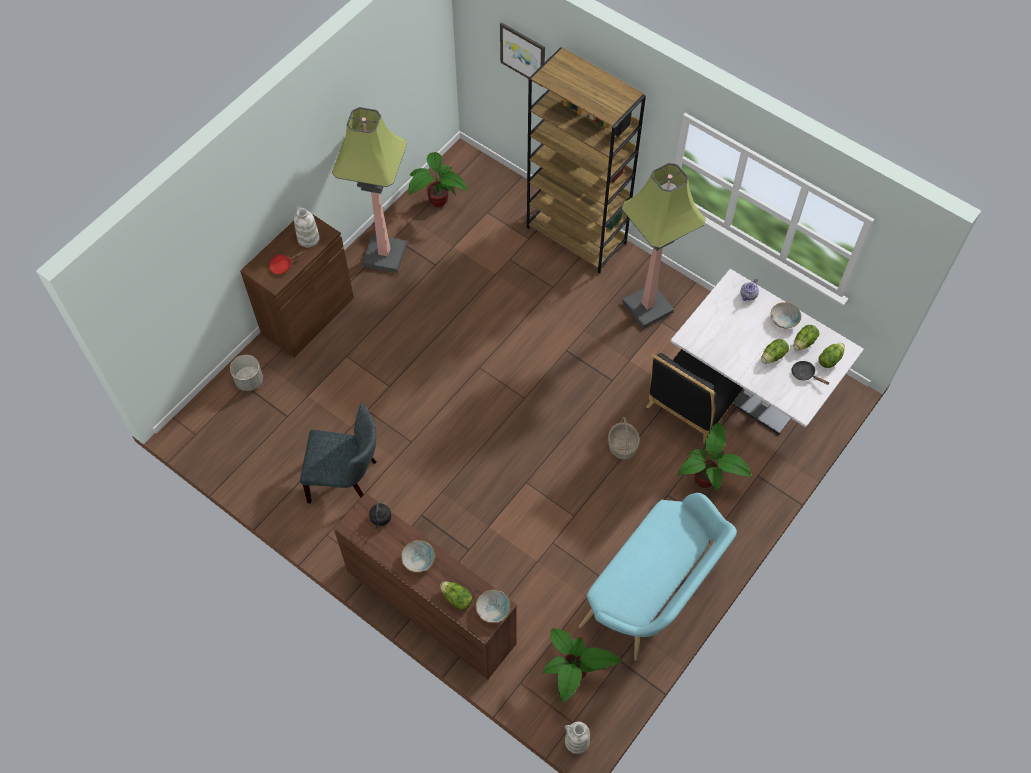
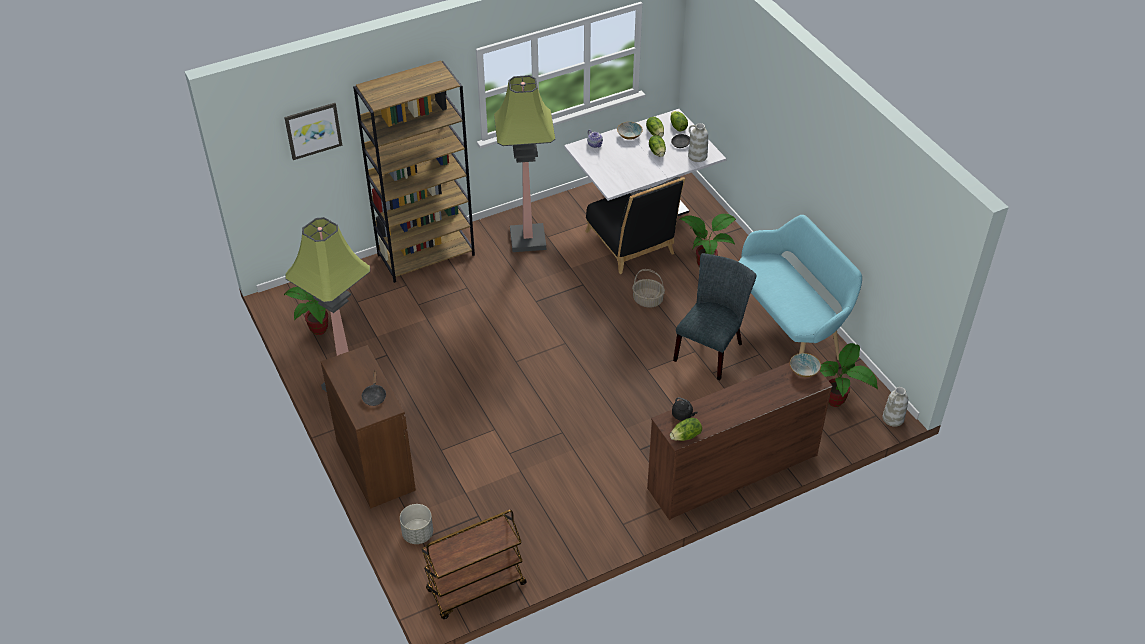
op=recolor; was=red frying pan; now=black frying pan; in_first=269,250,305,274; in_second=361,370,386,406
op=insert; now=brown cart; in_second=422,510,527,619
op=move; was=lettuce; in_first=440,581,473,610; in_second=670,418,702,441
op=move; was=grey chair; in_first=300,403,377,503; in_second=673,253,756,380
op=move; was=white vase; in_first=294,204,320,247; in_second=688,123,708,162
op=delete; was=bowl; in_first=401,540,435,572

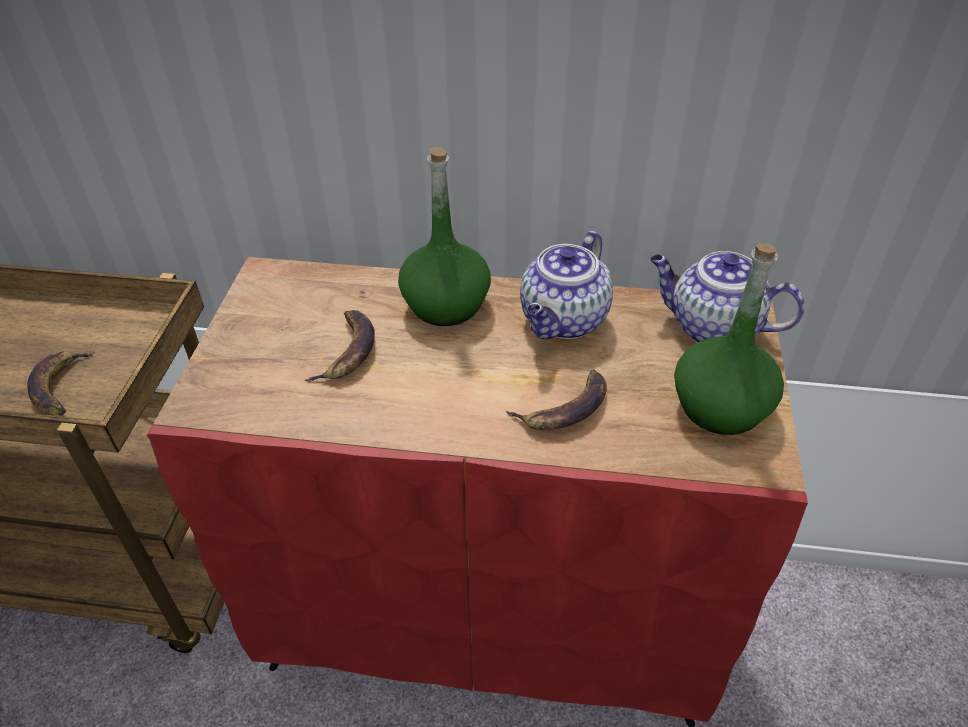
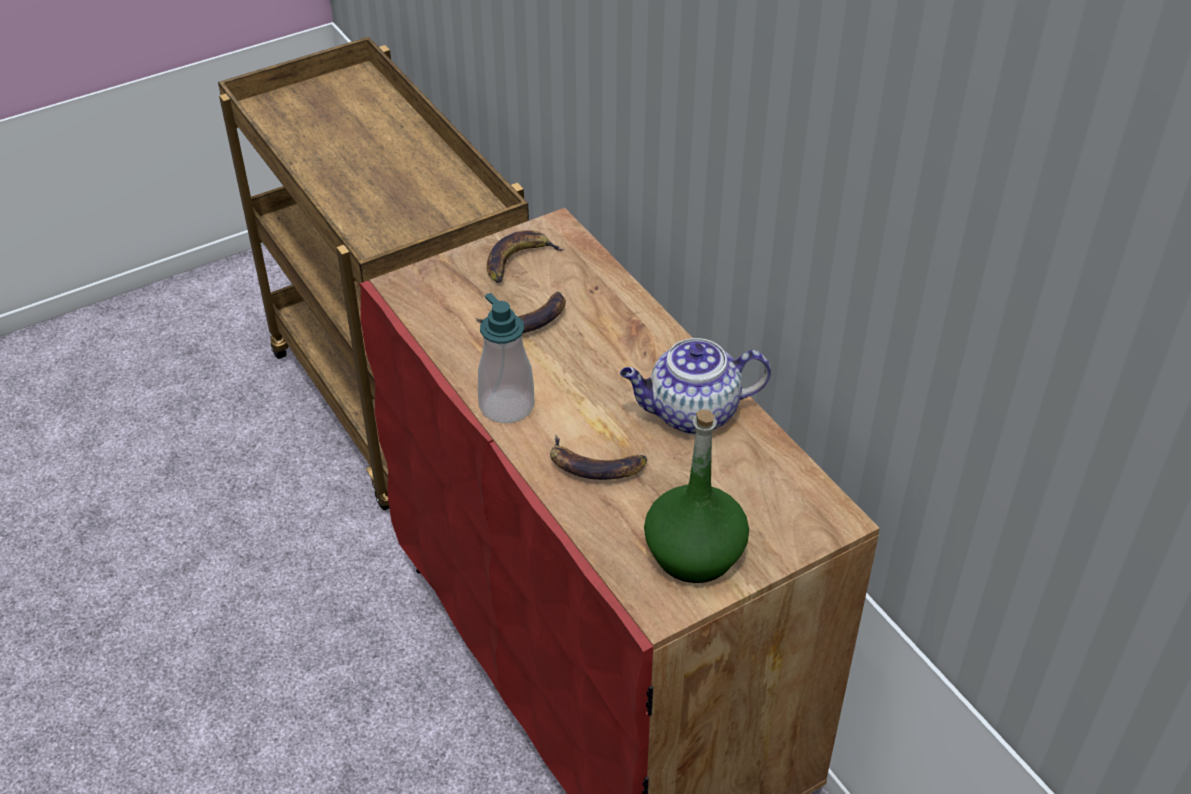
op=insert; now=soap dispenser; in_second=478,293,534,423
op=move; was=banana; in_first=27,351,95,416; in_second=487,230,565,283
op=delete; was=green bottle; in_first=398,147,491,326
op=delete; was=teapot; in_first=650,251,805,343

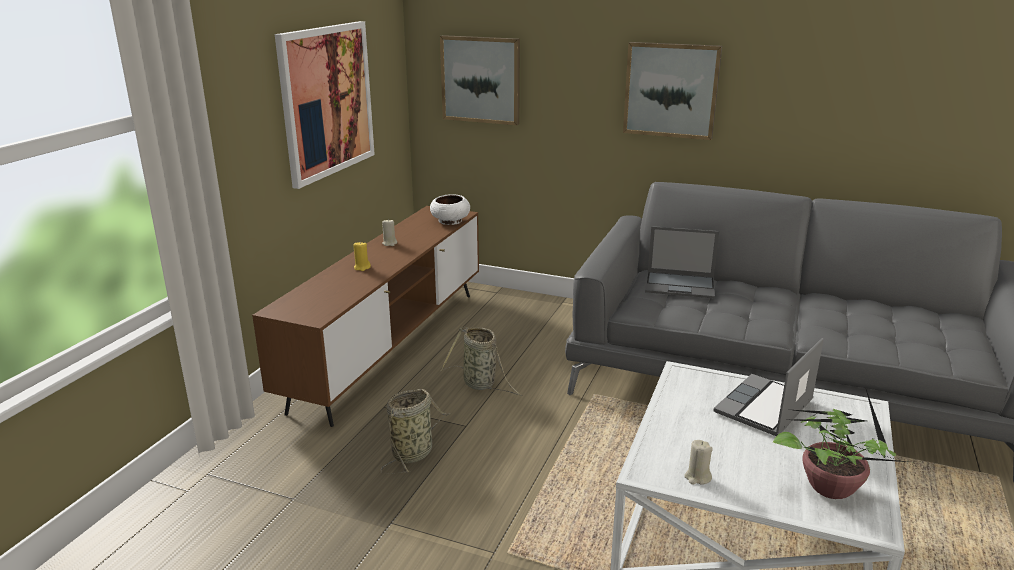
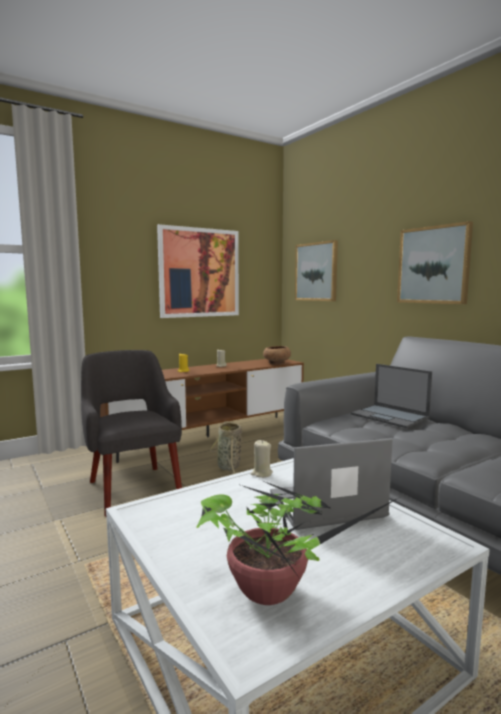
op=replace; was=basket; now=grey armchair; in_first=381,389,451,474; in_second=81,350,182,517
op=move; was=beige candle; in_first=684,440,713,485; in_second=251,440,273,478
op=recolor; was=white bowl; now=brown bowl; in_first=430,194,470,225; in_second=263,346,291,365

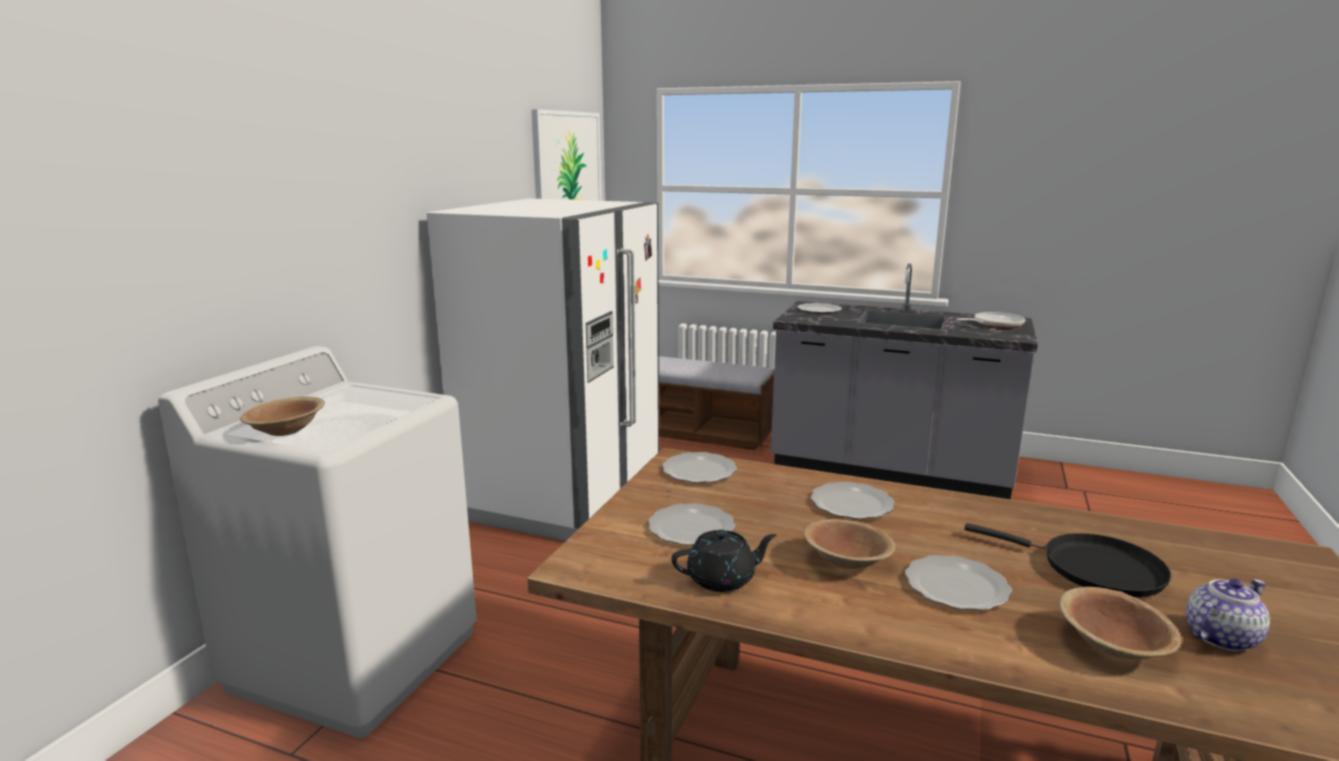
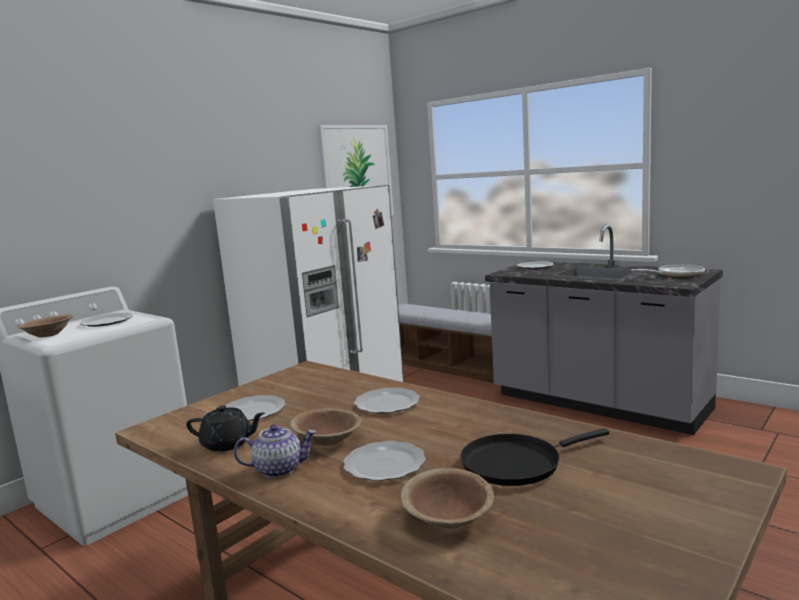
op=move; was=plate; in_first=662,452,737,483; in_second=79,313,133,327
op=move; was=teapot; in_first=1186,579,1270,651; in_second=234,424,317,478
op=rotate; was=black frying pan; in_first=964,523,1171,597; in_second=460,428,609,486; clockwise=105

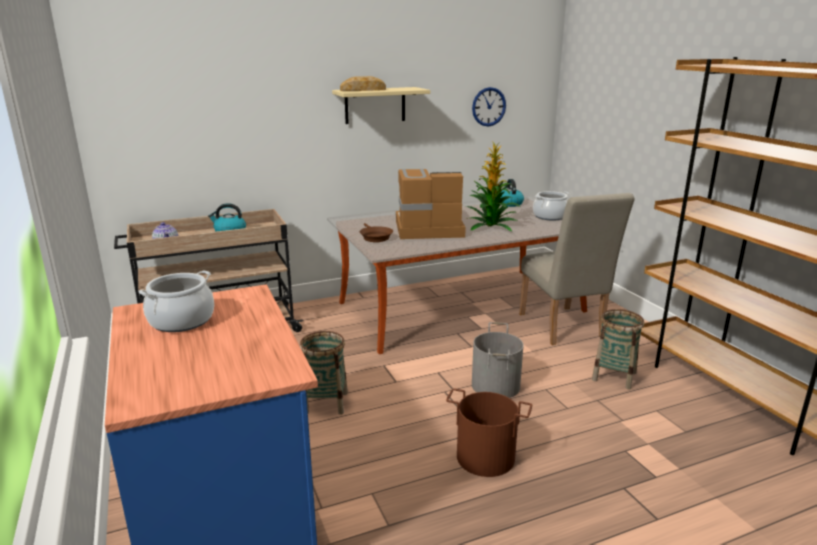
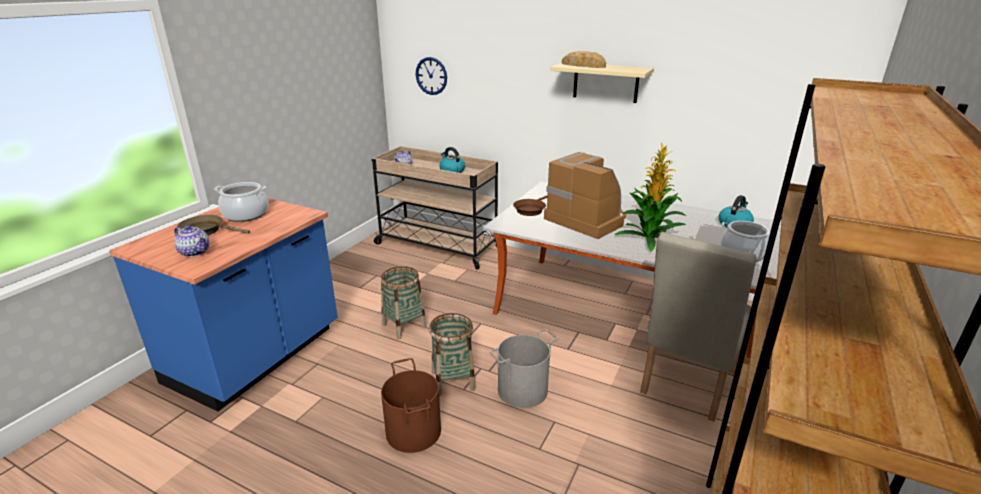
op=insert; now=teapot; in_second=174,225,210,257
op=insert; now=brown frying pan; in_second=177,215,250,235
op=move; was=wall clock; in_first=472,87,506,126; in_second=416,57,447,95
op=move; was=basket; in_first=592,309,644,389; in_second=429,313,475,396

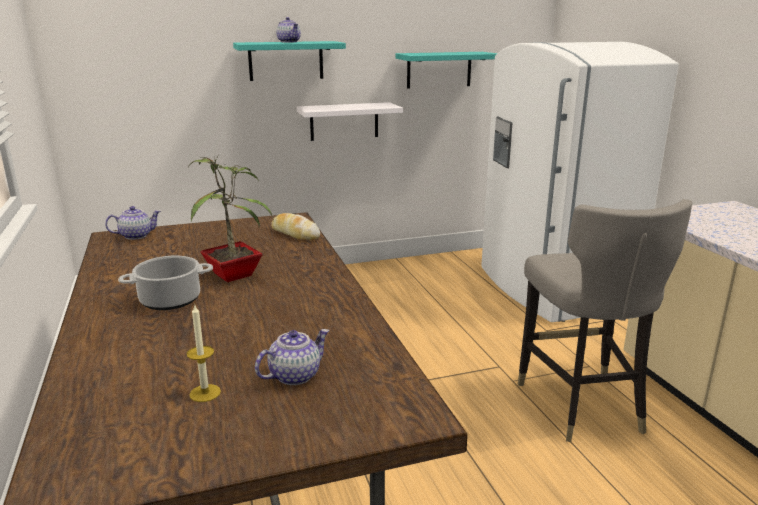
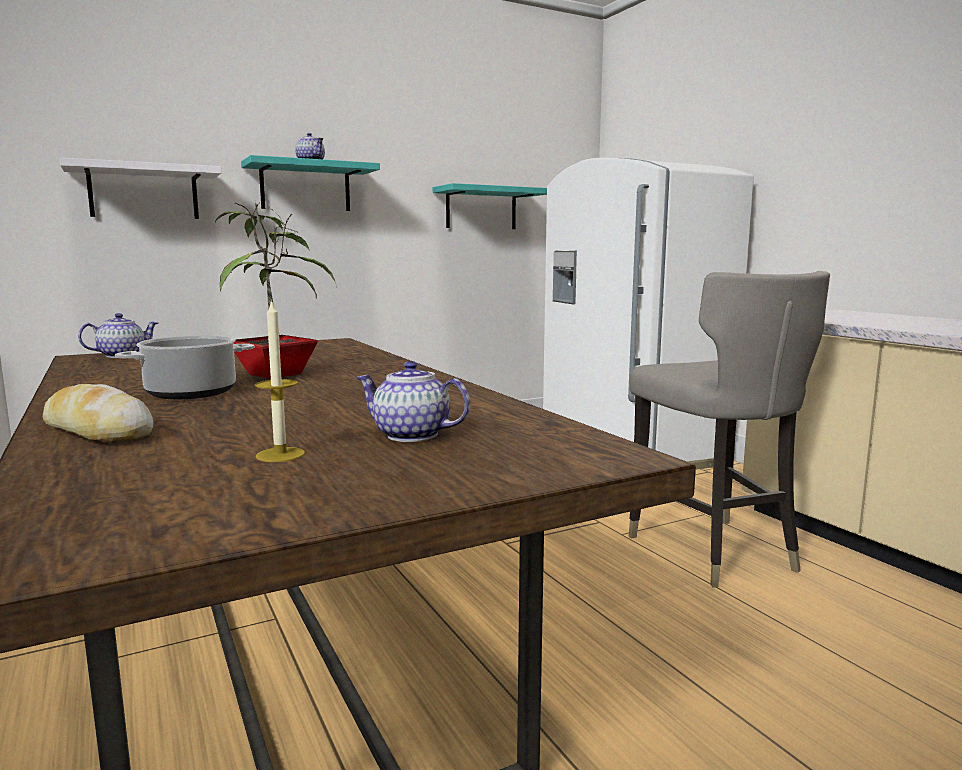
op=move; was=bread; in_first=271,213,320,240; in_second=43,384,154,442
op=move; was=white shelf; in_first=297,102,403,141; in_second=59,157,222,219
op=rotate; was=teapot; in_first=255,329,329,385; in_second=356,361,470,442; clockwise=-105

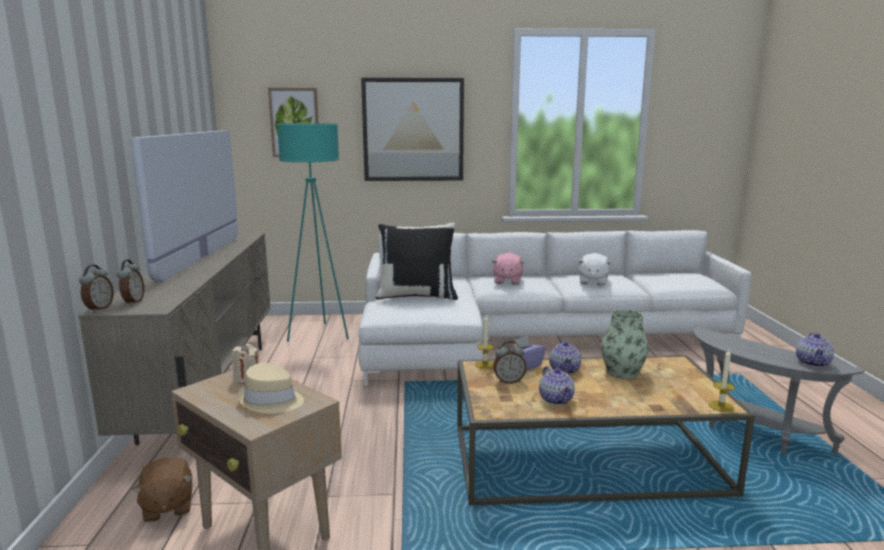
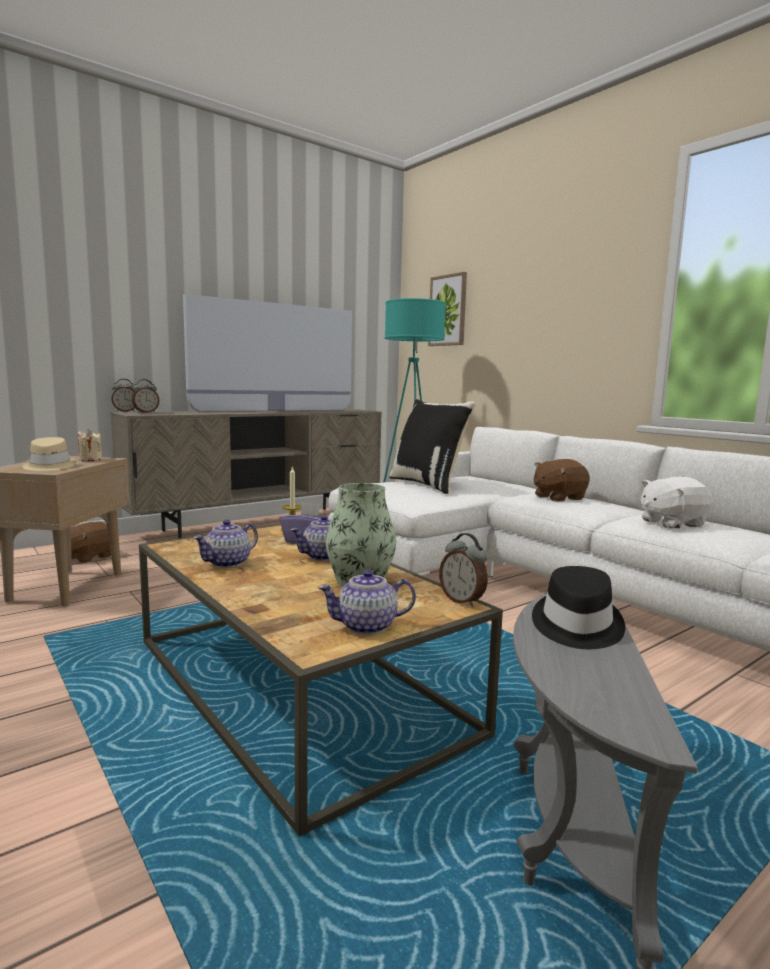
op=move; was=teapot; in_first=796,333,834,367; in_second=317,570,416,635
op=move; was=alarm clock; in_first=493,341,527,384; in_second=439,533,488,607
op=insert; now=black hat; in_second=532,566,625,649
op=recolor; was=pink plush toy; now=brown plush toy; in_first=492,252,524,285; in_second=534,459,590,502
op=delete; was=picture; in_first=361,78,464,181
op=delete; was=candle; in_first=709,349,735,412

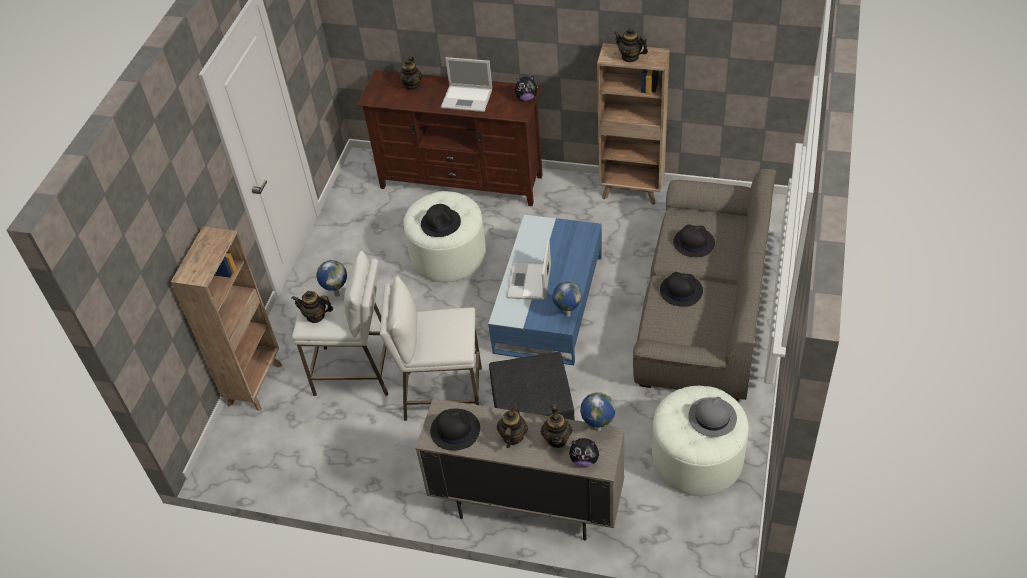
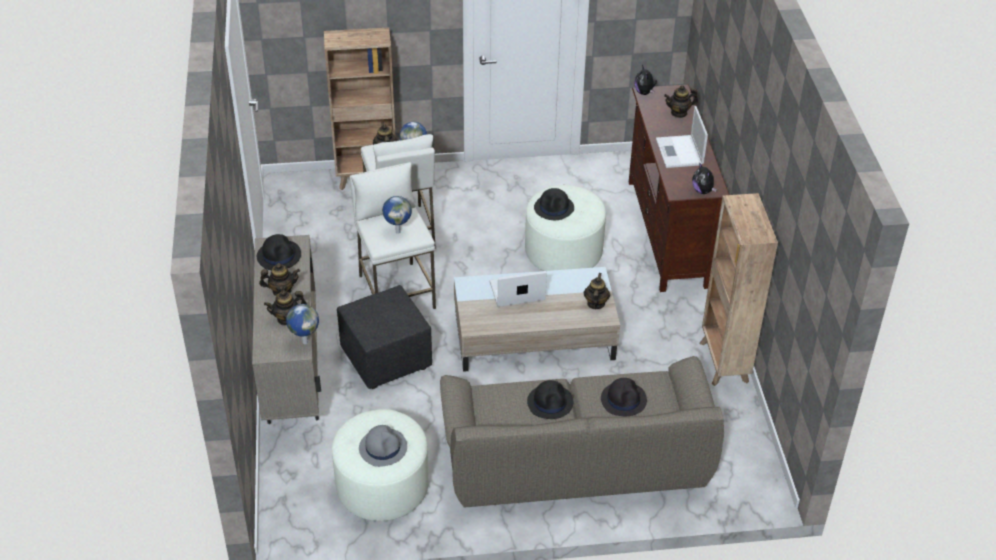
op=move; was=globe; in_first=552,281,582,317; in_second=382,196,412,234
op=recolor; was=blue coffee table; now=beige coffee table; in_first=488,215,602,365; in_second=454,267,620,372
op=move; was=teapot; in_first=614,28,648,62; in_second=584,273,610,309
op=move; was=plush toy; in_first=569,438,602,467; in_second=634,65,657,95

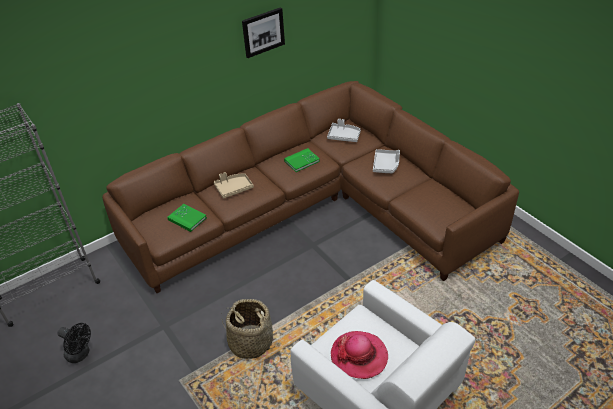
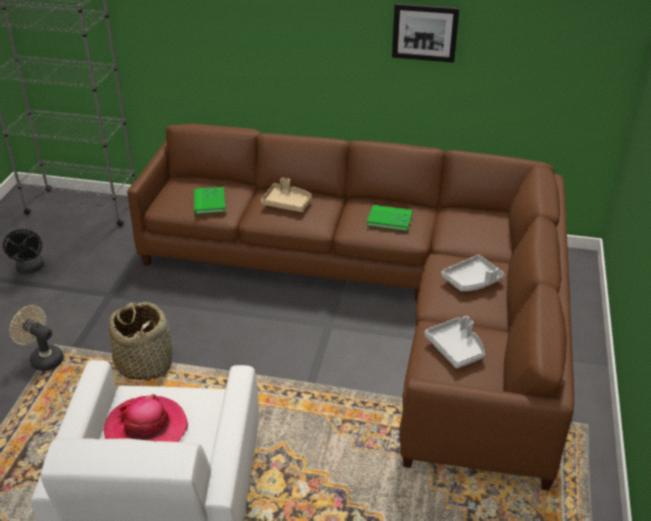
op=insert; now=beige fan; in_second=10,305,64,371
op=move; was=grey tray; in_first=327,119,361,142; in_second=425,316,485,369

